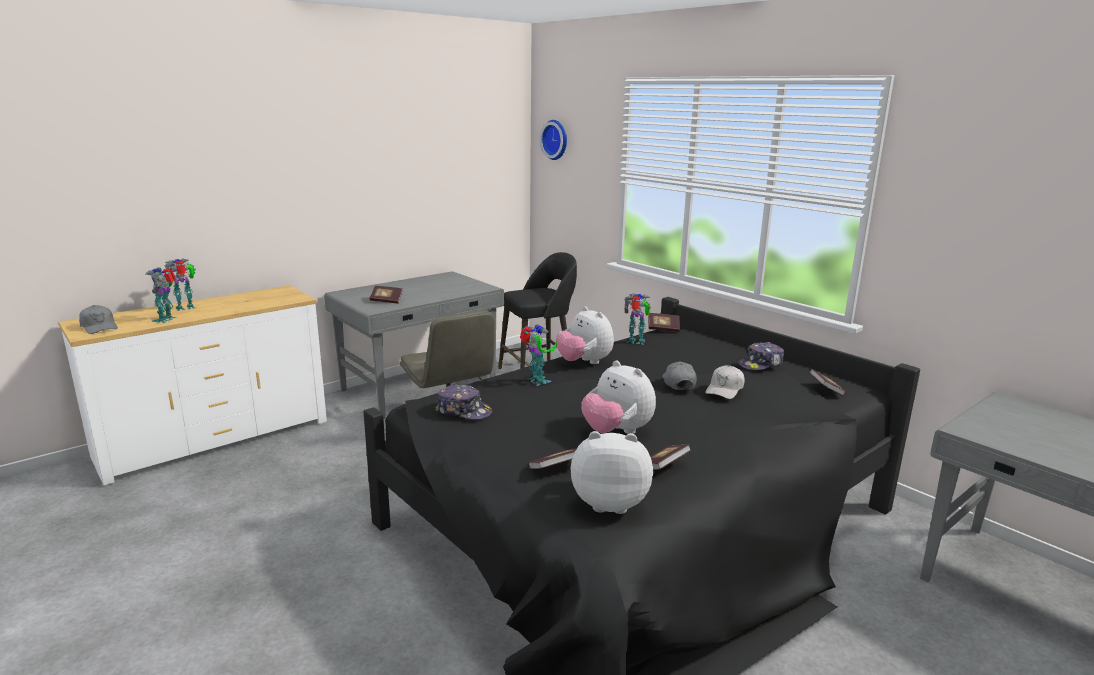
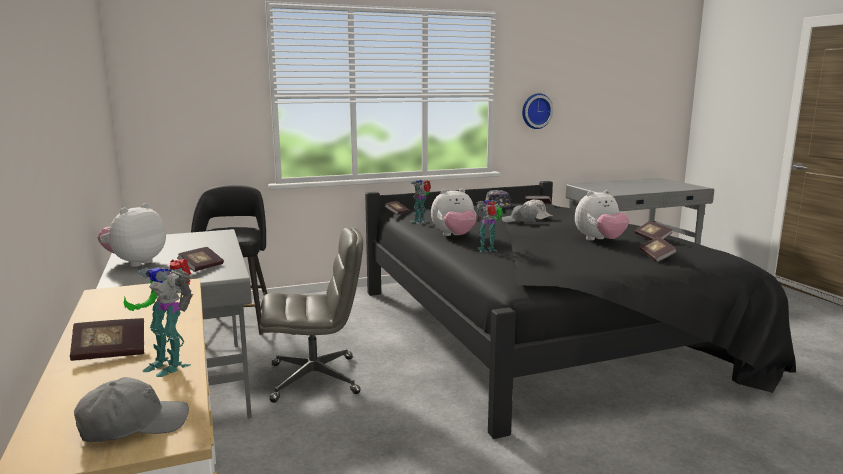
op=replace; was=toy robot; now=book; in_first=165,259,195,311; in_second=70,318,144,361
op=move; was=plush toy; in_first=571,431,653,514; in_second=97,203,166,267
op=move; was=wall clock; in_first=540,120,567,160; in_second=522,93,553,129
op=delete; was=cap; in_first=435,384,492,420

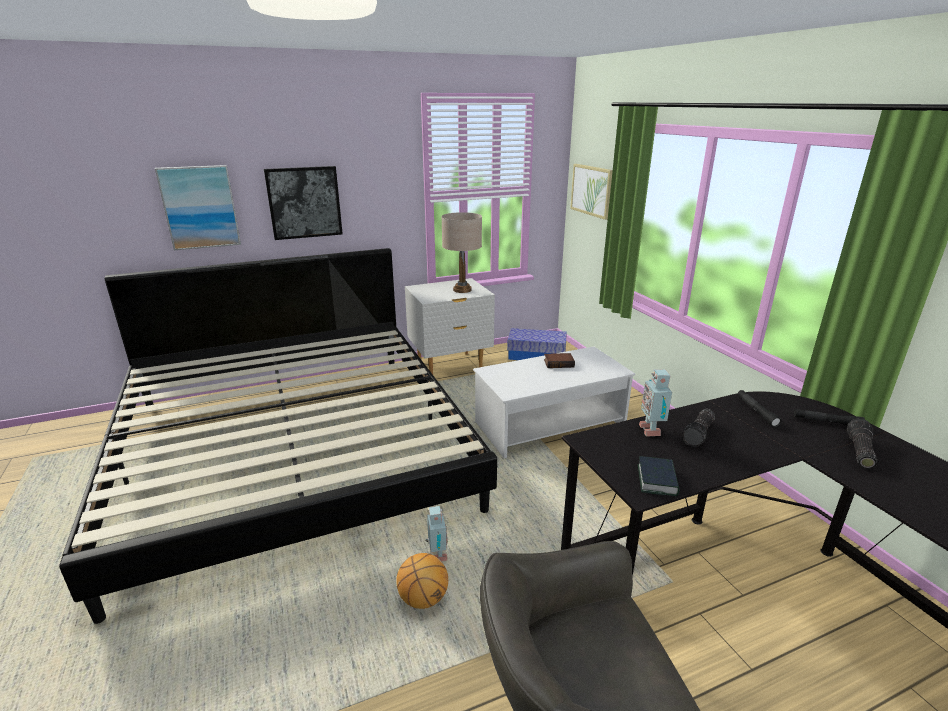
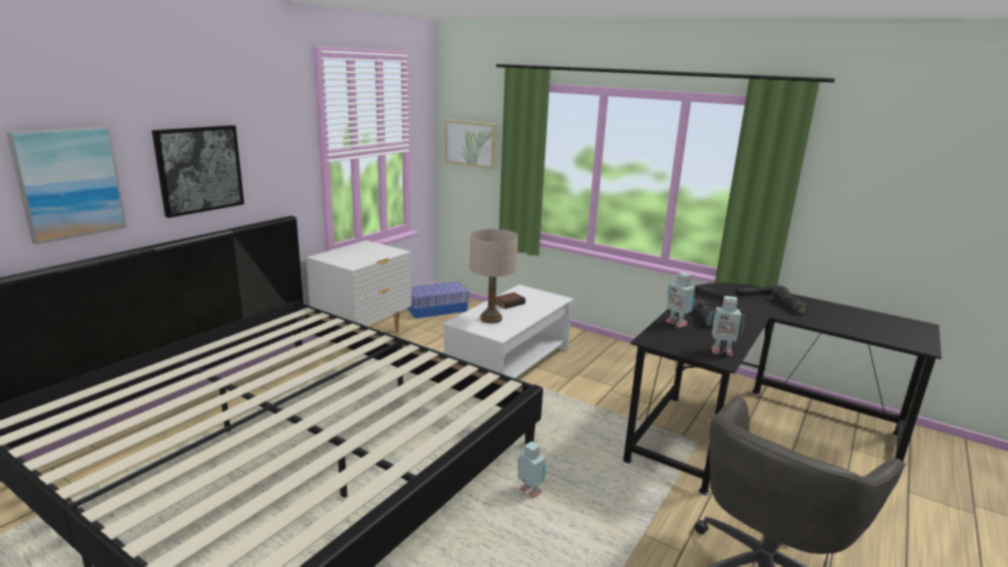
op=move; was=beige table lamp; in_first=441,212,482,293; in_second=469,229,518,323
op=replace; was=book; now=toy robot; in_first=638,456,680,496; in_second=708,296,745,356
op=delete; was=basketball; in_first=396,553,448,609

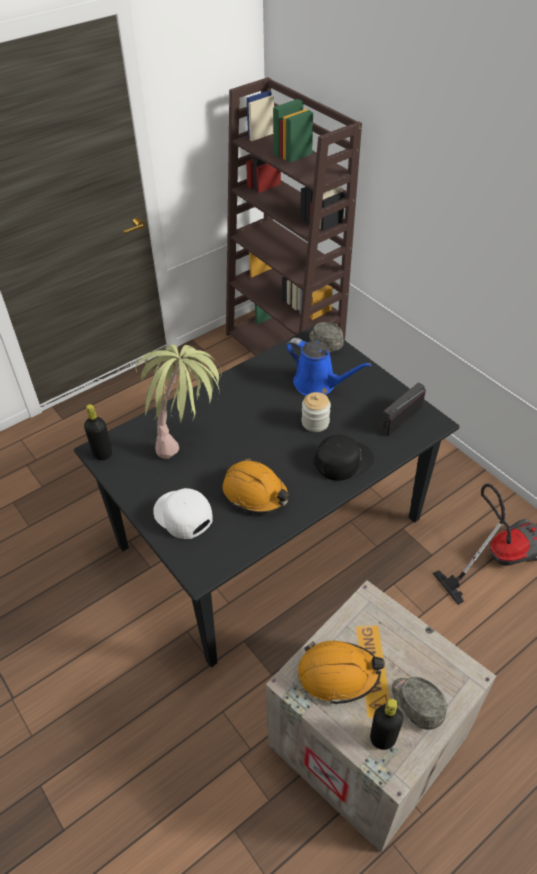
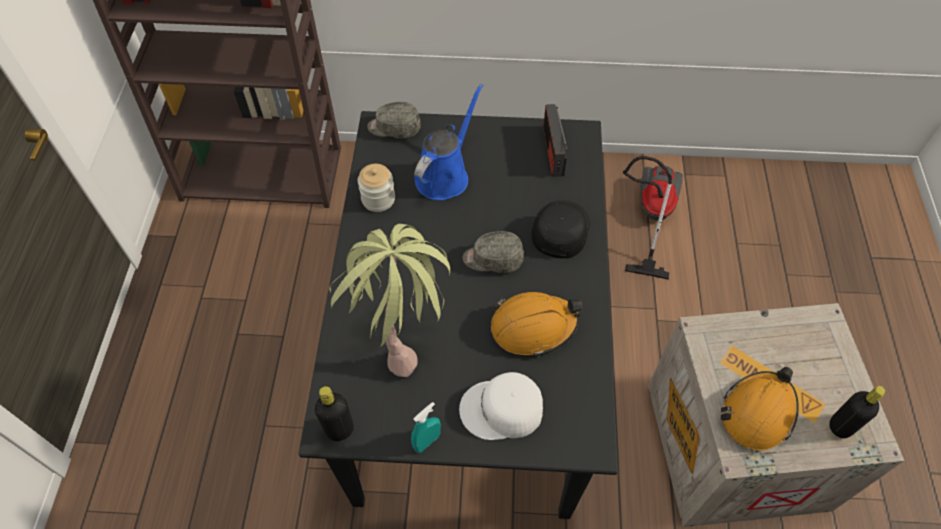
op=move; was=jar; in_first=302,392,331,432; in_second=358,164,395,212
op=insert; now=turquoise spray bottle; in_second=411,402,441,452
op=rotate; was=blue watering can; in_first=286,338,372,396; in_second=414,84,483,201; clockwise=-45
op=move; was=grey cap; in_first=392,677,447,730; in_second=463,231,524,273

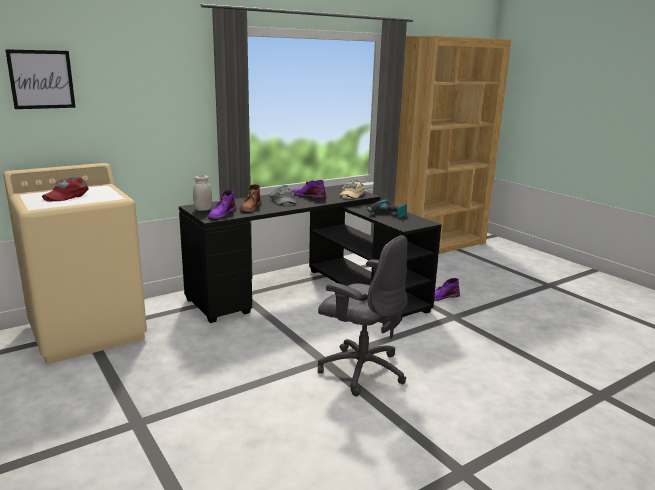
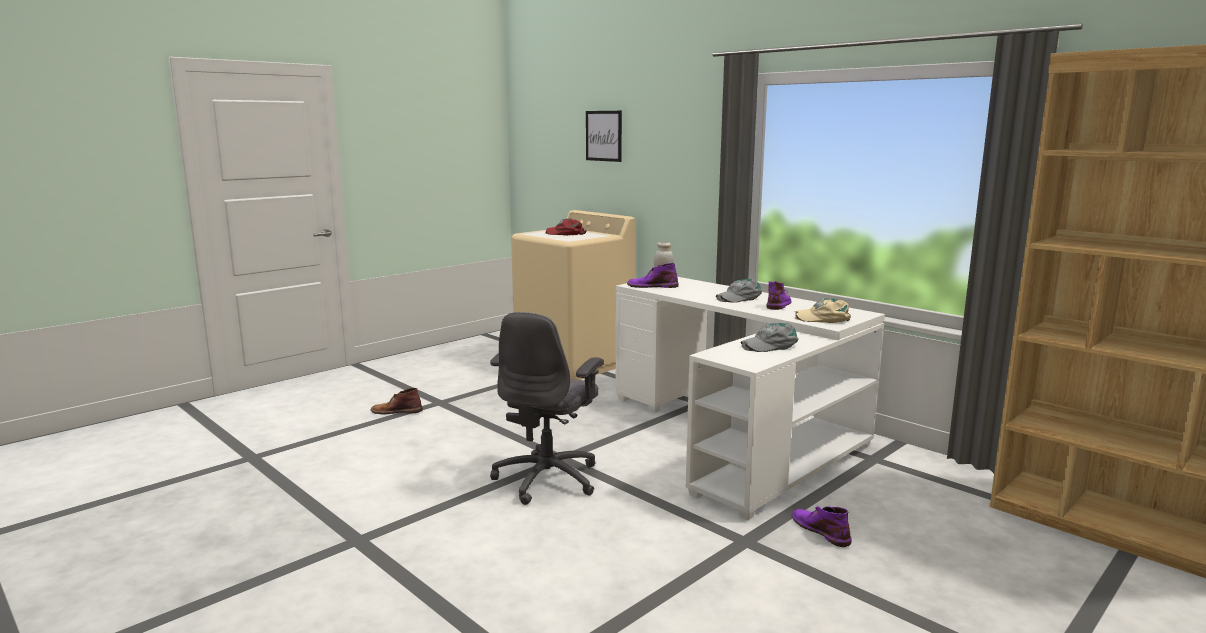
op=move; was=brown boot; in_first=240,184,261,213; in_second=371,388,423,414
op=recolor; was=black desk; now=white desk; in_first=179,184,442,323; in_second=616,277,885,520
op=replace; was=power drill; now=grey cap; in_first=367,199,407,217; in_second=741,323,799,352

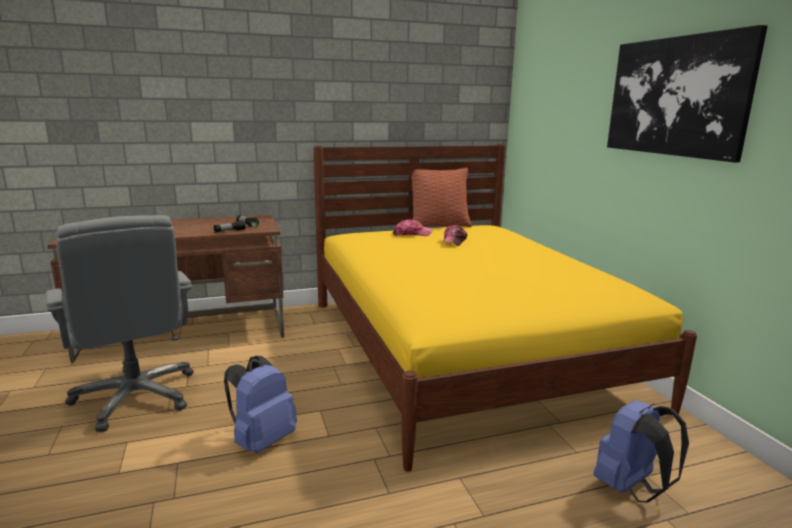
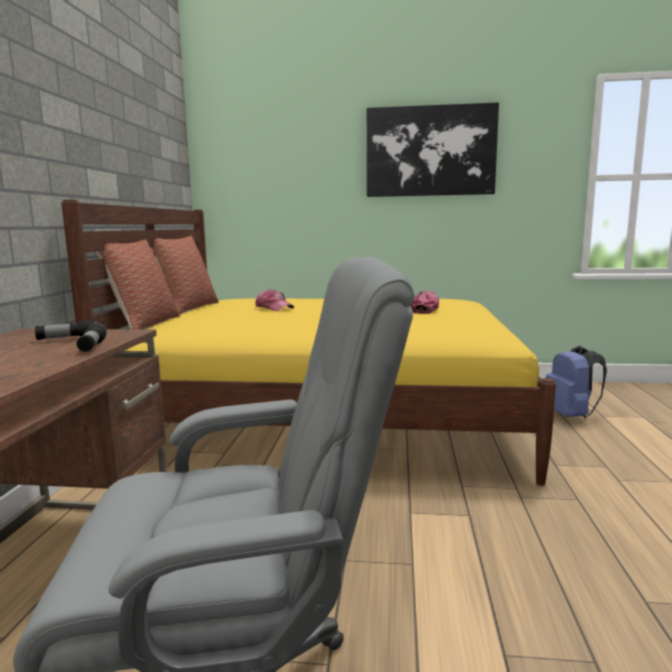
op=insert; now=pillow; in_second=97,239,180,330
op=move; was=cap; in_first=393,219,433,236; in_second=411,291,439,314
op=delete; was=blue backpack; in_first=224,356,297,453

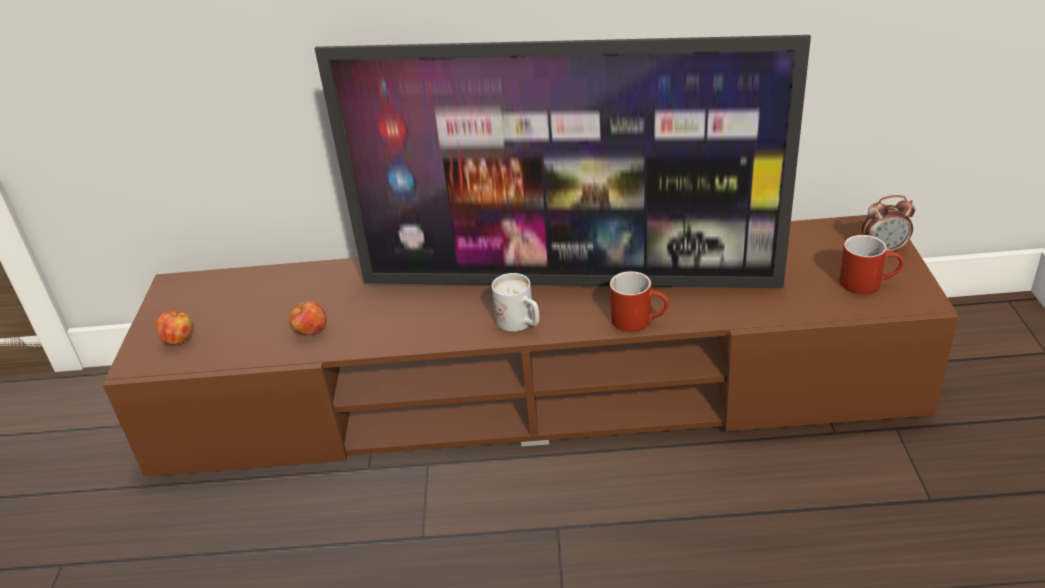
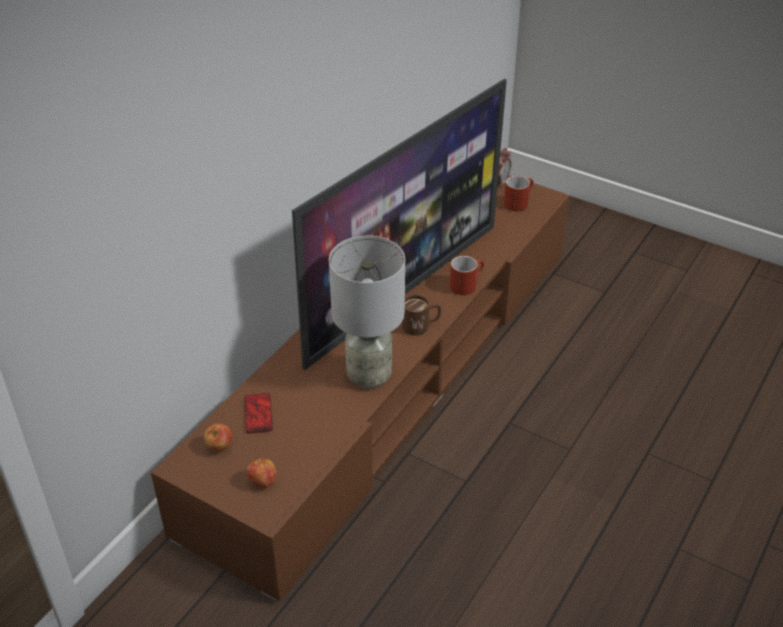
op=move; was=apple; in_first=289,301,327,335; in_second=204,423,232,451
op=insert; now=phone; in_second=245,393,273,433
op=insert; now=grey table lamp; in_second=329,236,405,388
op=recolor; was=white mug; now=brown mug; in_first=492,273,540,332; in_second=402,295,441,336

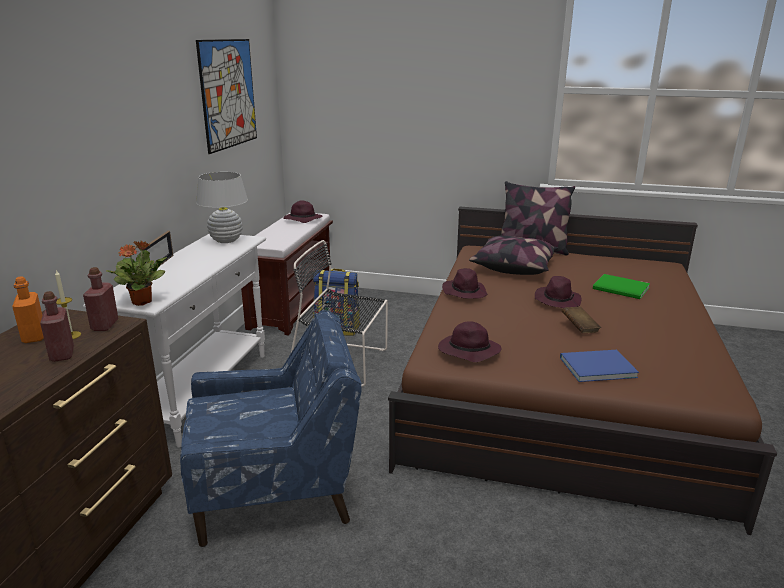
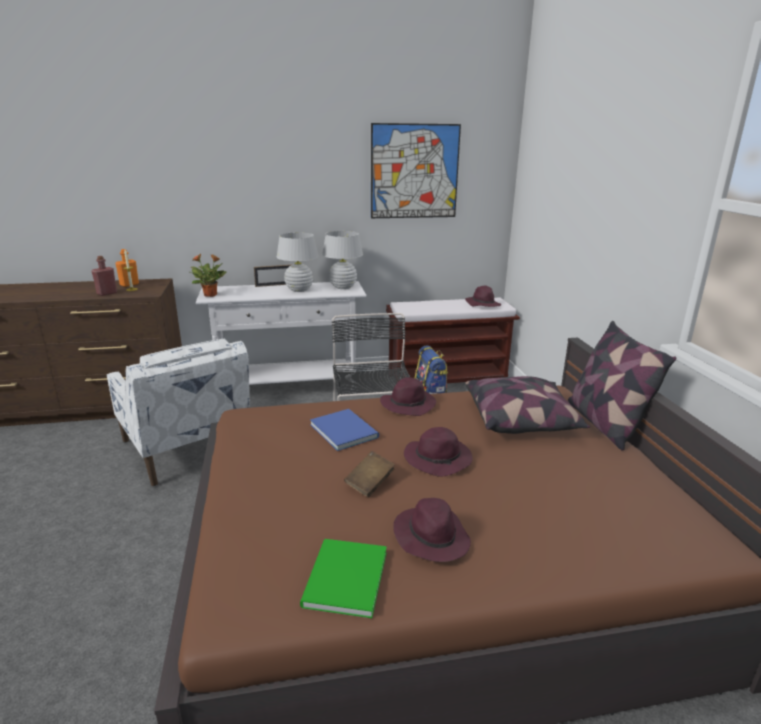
op=recolor; was=blue armchair; now=white armchair; in_first=180,310,362,547; in_second=107,339,250,487
op=insert; now=white table lamp; in_second=277,232,319,292
op=move; was=green book; in_first=593,274,650,299; in_second=300,539,387,618
op=move; was=blue book; in_first=560,350,639,382; in_second=310,409,379,451
op=move; was=purple hat; in_first=438,321,502,362; in_second=393,498,471,562
op=delete; was=red bottle; in_first=83,267,119,331

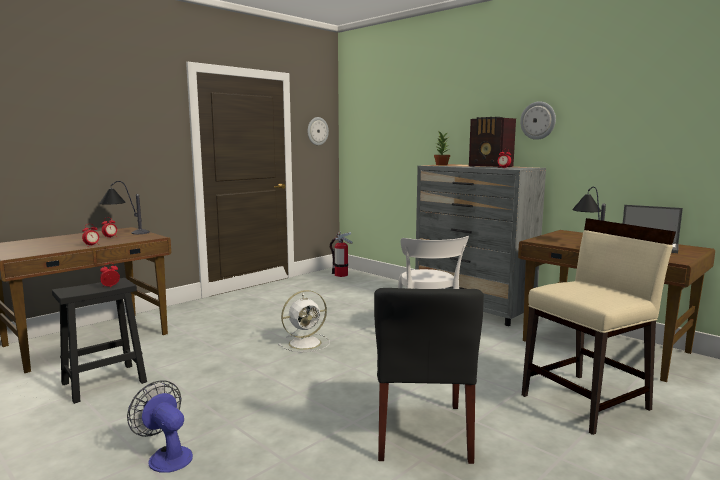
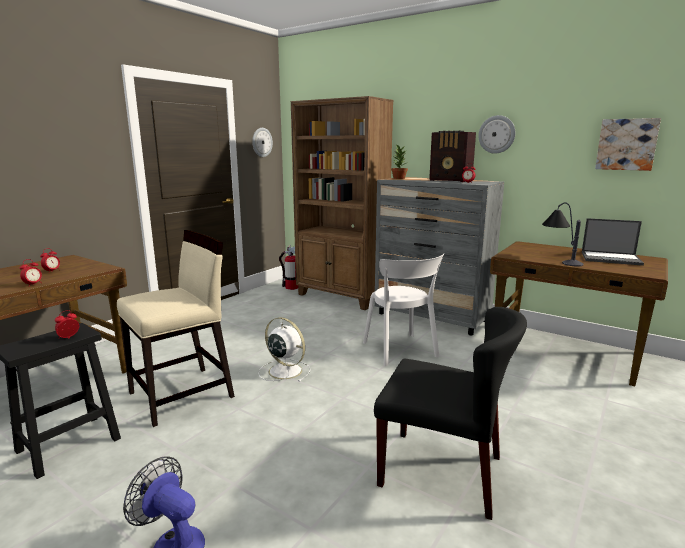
op=move; was=beige chair; in_first=522,218,676,435; in_second=117,230,235,427
op=rotate; was=white fan; in_first=278,290,330,352; in_second=258,317,311,382; clockwise=-105
op=insert; now=brown bookcase; in_second=291,96,393,310
op=rotate; was=black chair; in_first=374,288,484,464; in_second=374,307,527,520; clockwise=-60
op=insert; now=picture; in_second=595,118,661,171
op=delete; was=table lamp; in_first=99,181,150,234

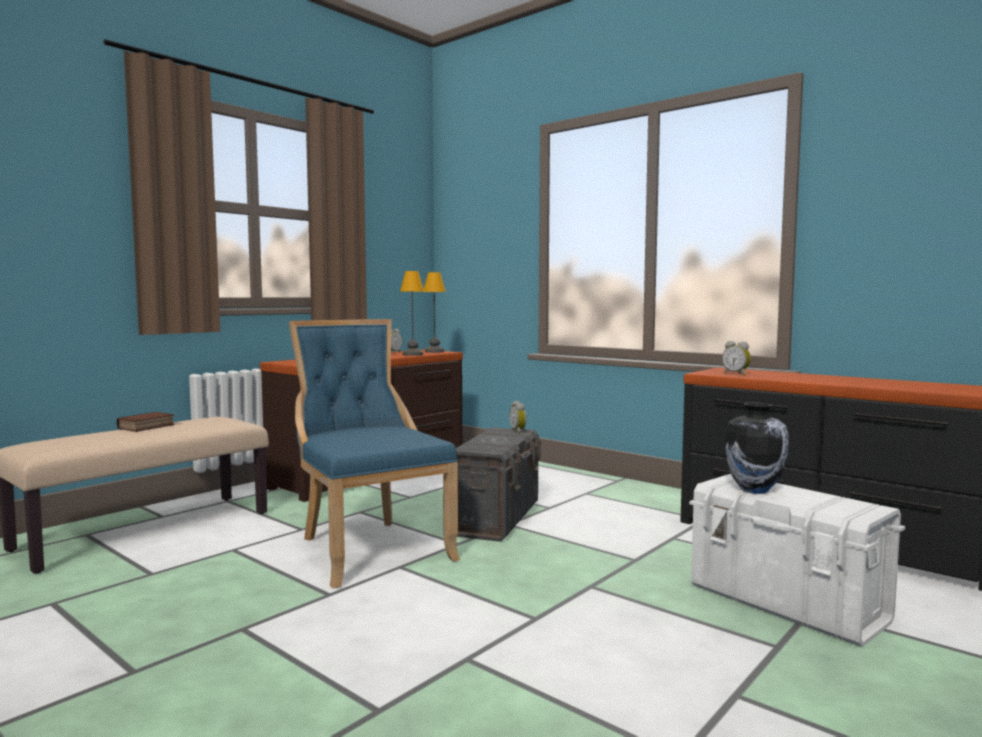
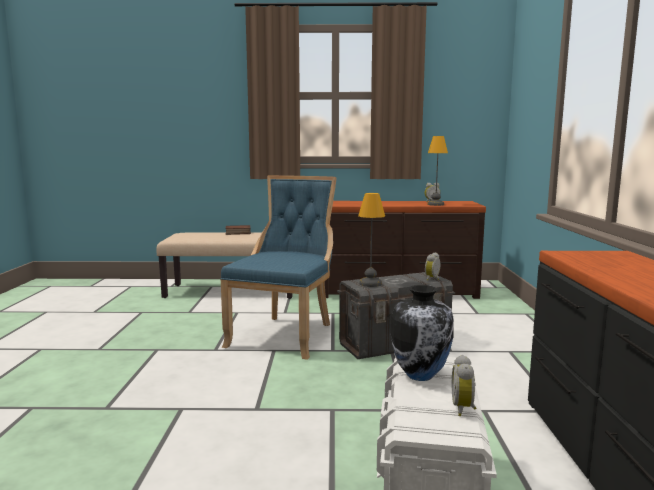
op=move; was=table lamp; in_first=424,272,446,353; in_second=358,193,385,287
op=move; was=alarm clock; in_first=722,341,751,375; in_second=452,355,476,416

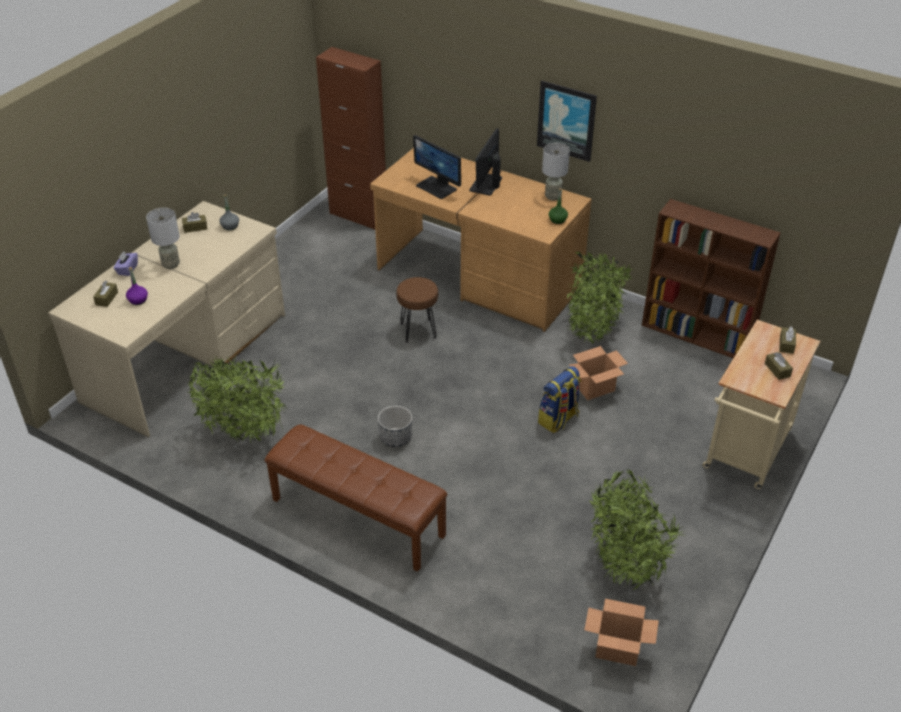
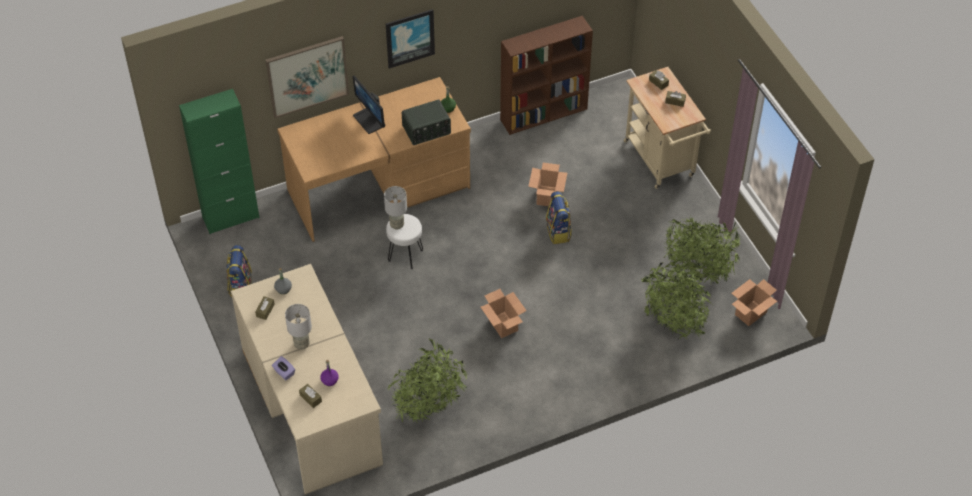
op=recolor; was=brown cabinet; now=green cabinet; in_first=316,47,386,230; in_second=179,89,260,234
op=insert; now=backpack; in_second=226,245,252,297
op=insert; now=picture; in_second=266,36,349,118
op=move; was=grey table lamp; in_first=542,143,570,201; in_second=384,186,407,230
op=recolor; was=brown stool; now=white stool; in_first=396,277,438,343; in_second=386,214,423,269
op=insert; now=radio; in_second=402,100,451,145
op=replace; was=planter; now=cardboard box; in_first=378,406,412,447; in_second=481,289,527,338
op=move; was=potted plant; in_first=567,252,634,344; in_second=641,259,715,340
op=delete; was=brown bench; in_first=264,424,447,572
op=delete; was=monitor; in_first=413,135,461,199

